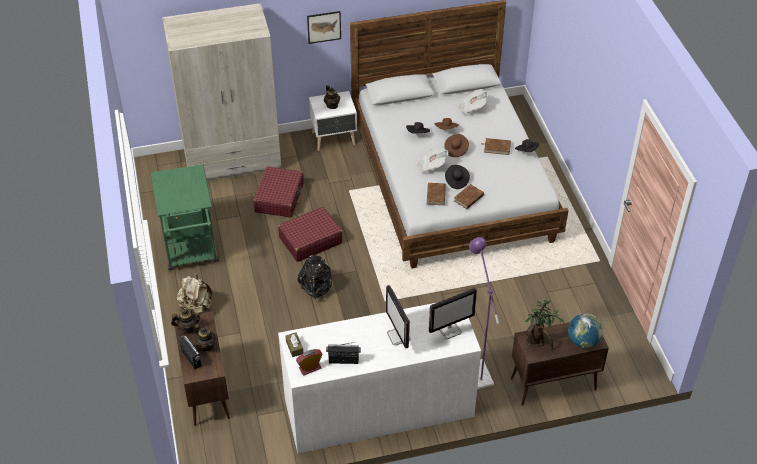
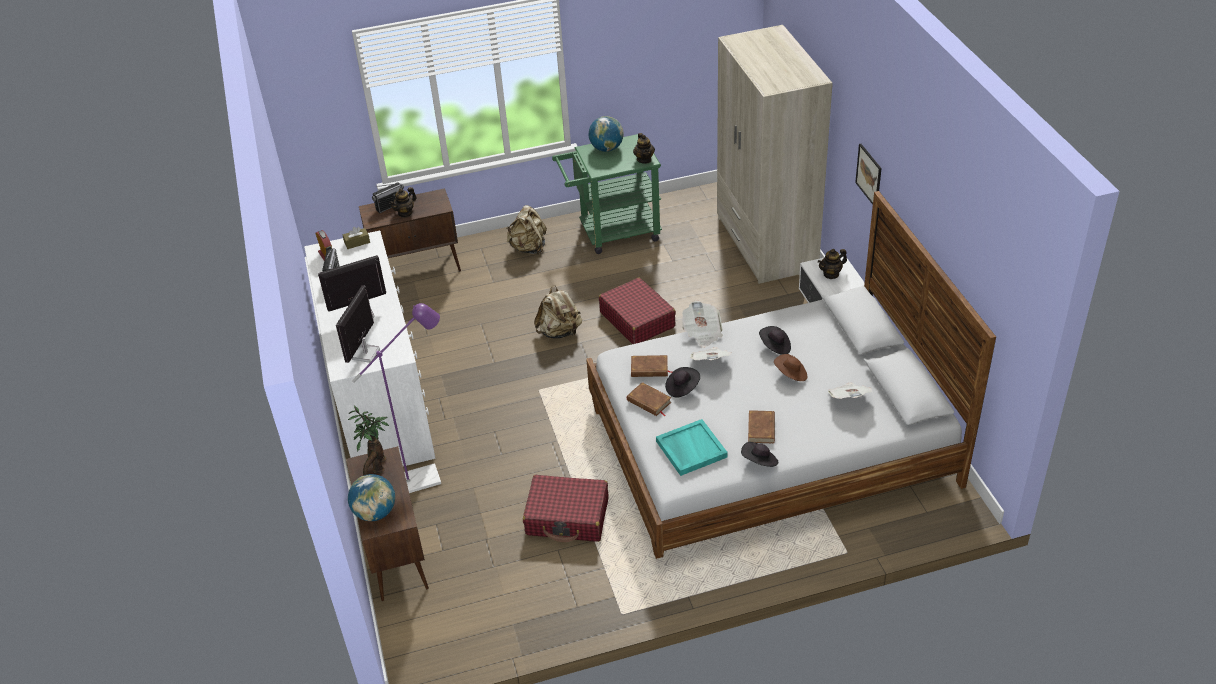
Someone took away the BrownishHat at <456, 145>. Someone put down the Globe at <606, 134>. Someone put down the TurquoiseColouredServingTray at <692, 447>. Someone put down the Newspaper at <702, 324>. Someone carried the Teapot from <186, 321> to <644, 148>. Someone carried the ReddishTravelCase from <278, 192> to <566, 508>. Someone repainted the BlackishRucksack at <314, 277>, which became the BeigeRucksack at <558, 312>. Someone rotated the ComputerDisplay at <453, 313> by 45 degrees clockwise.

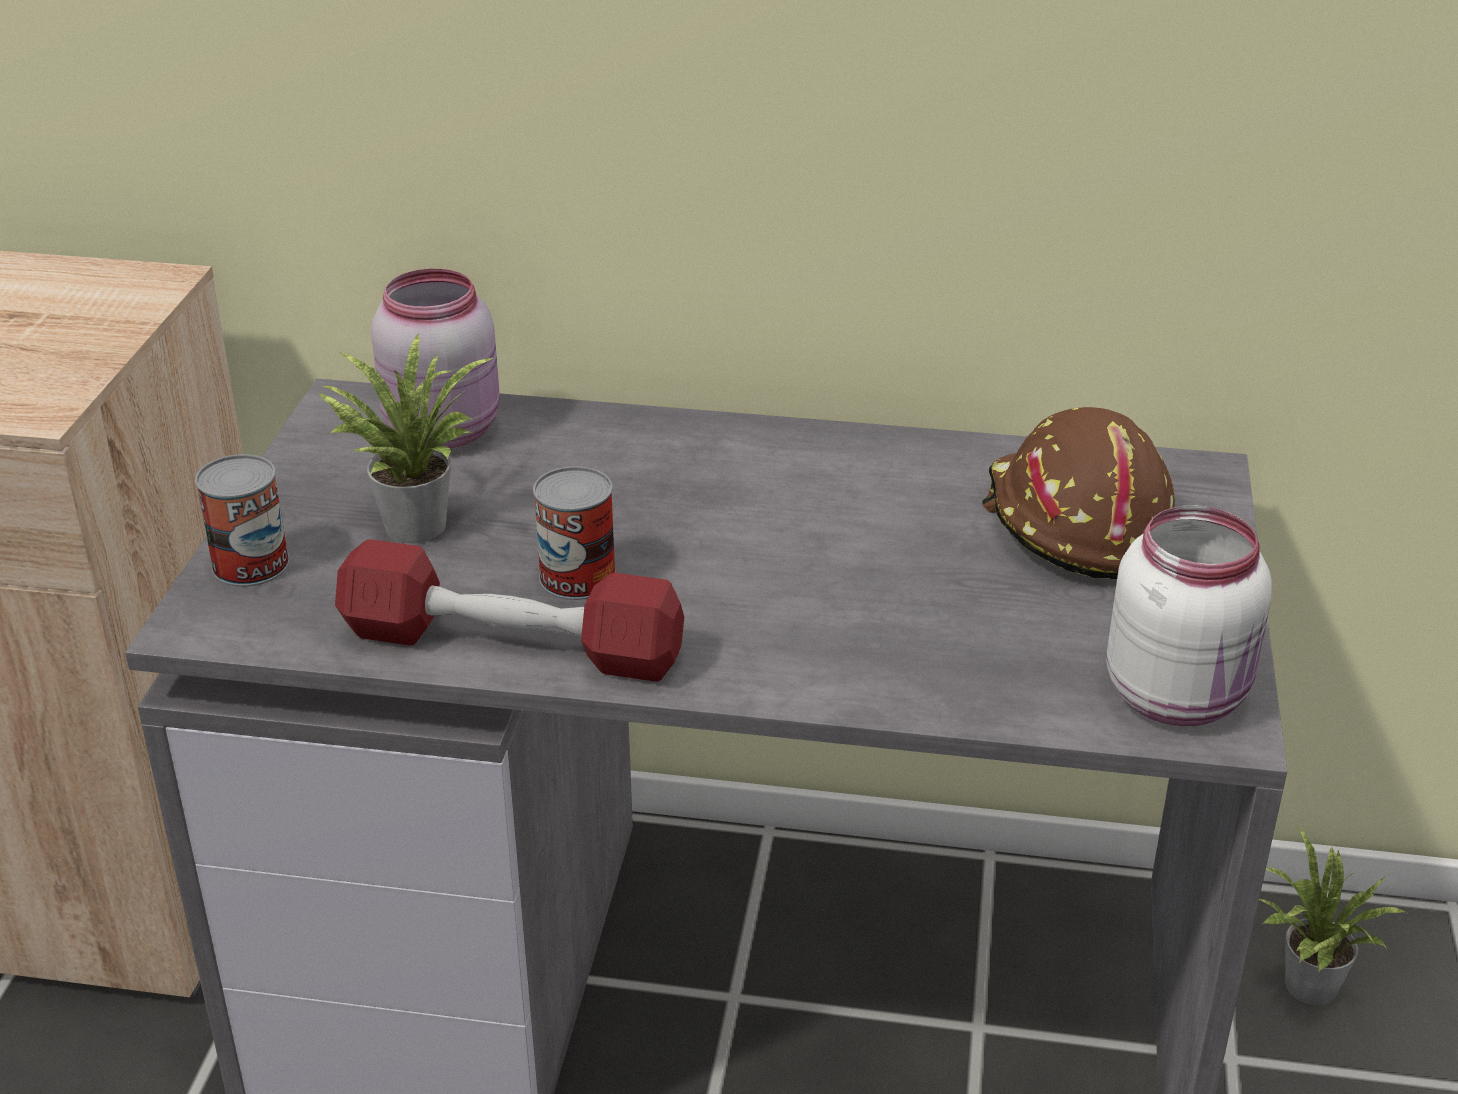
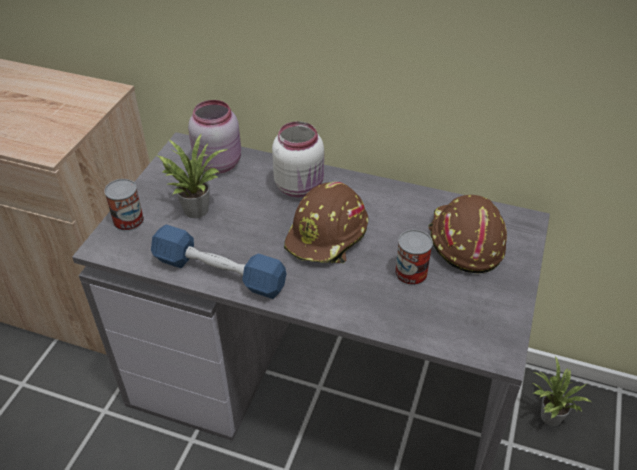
Someone put down the BrownishSafetyHelmet at <326, 222>. Someone carried the Can from <574, 533> to <414, 257>. Someone carried the WhitePreserveJar from <1189, 616> to <298, 159>. Someone repainted the ReddishFreeWeight at <509, 610>, which became the BlueColouredFreeWeight at <218, 262>.

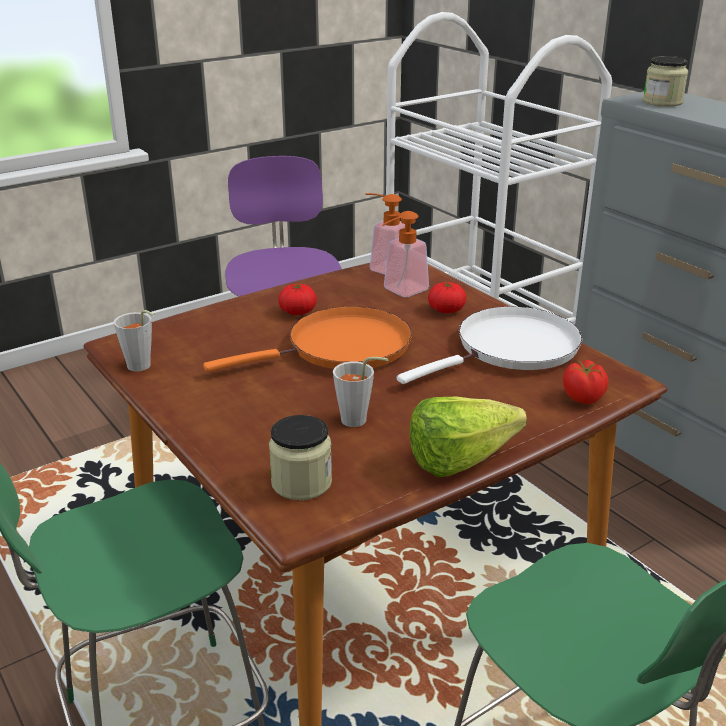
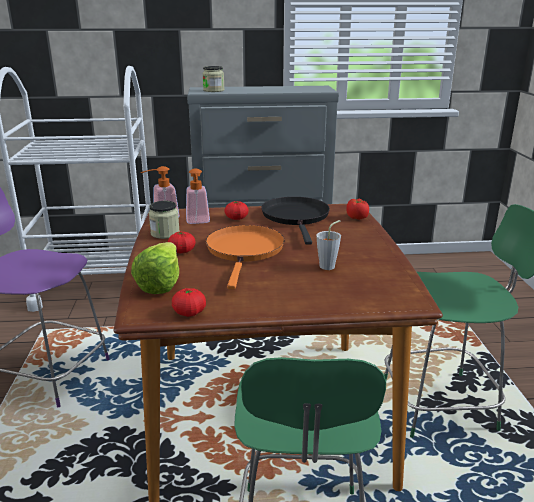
Someone carried the PreserveJar from <300, 457> to <164, 220>. Someone carried the LettuceHead from <468, 436> to <155, 268>. Someone swapped the GreyishDrinkingCup at <134, 341> for the WholeTomato at <189, 302>. Someone repainted the WhitePan at <489, 345>, which became the BlackishPan at <295, 221>.

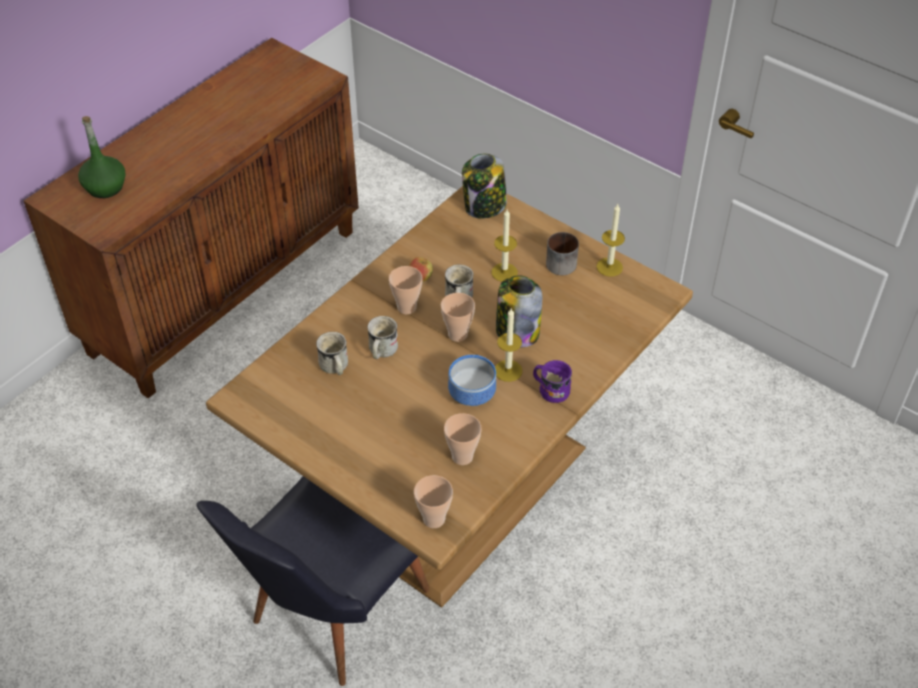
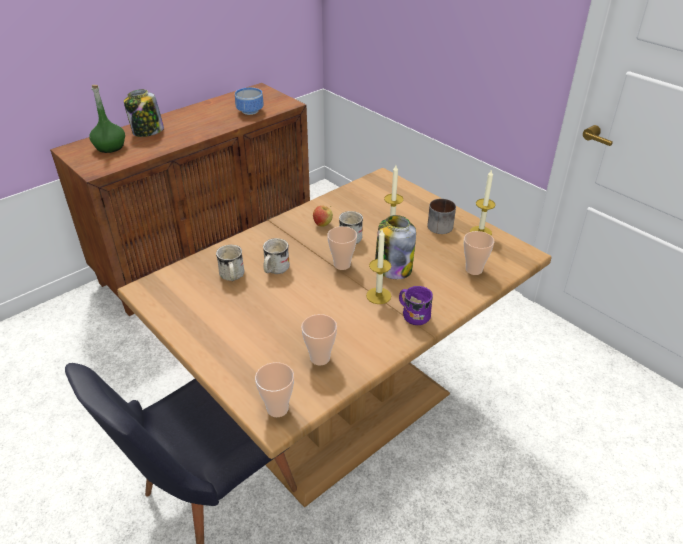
Someone carried the DrinkingCup from <406, 290> to <479, 253>. Someone carried the DeepDish from <472, 380> to <249, 101>. Someone carried the PreserveJar from <484, 186> to <144, 113>.

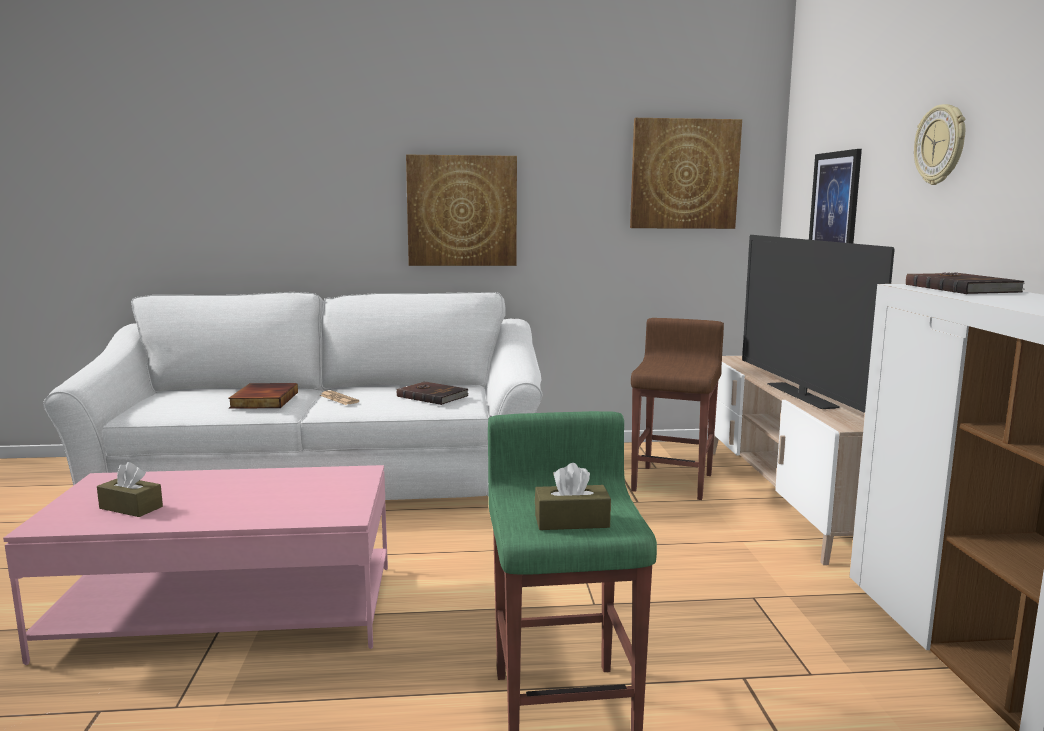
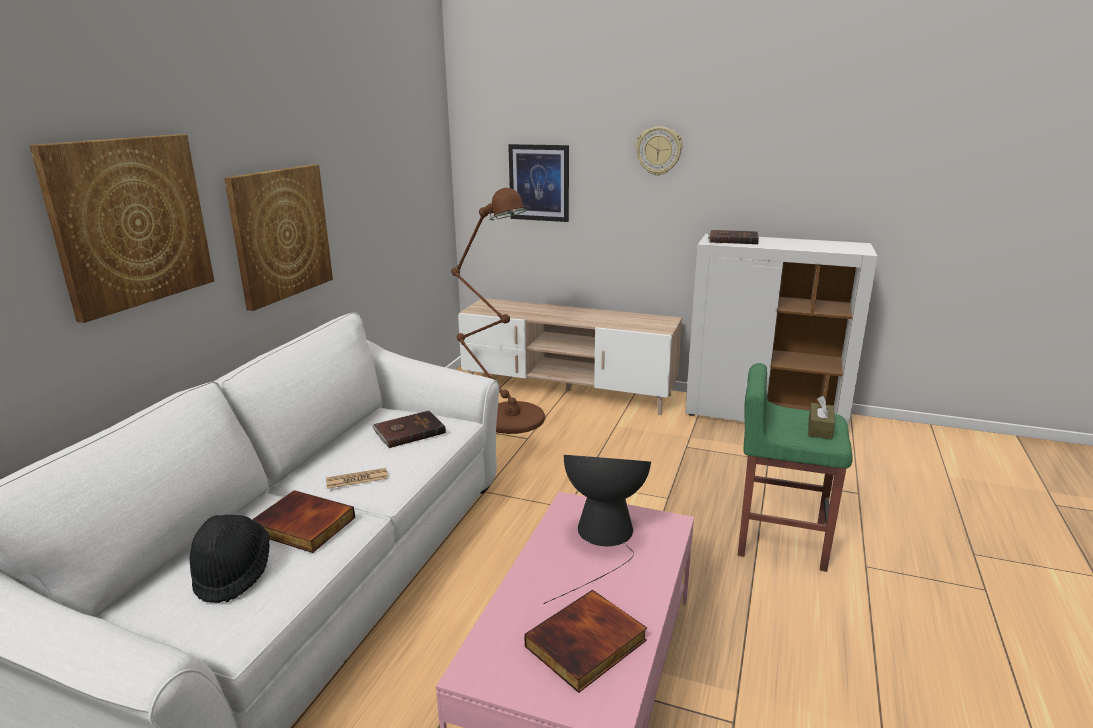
Someone took away the Television at <818, 324>. Someone put down the BlackishHat at <229, 559>. Someone put down the LampForATable at <597, 529>. Someone carried the WallArt from <686, 173> to <121, 228>. Someone swapped the BrownishBoxOfTissues at <130, 489> for the BoundBook at <585, 641>. Someone swapped the BrownishStool at <677, 409> for the BrownishFloorLamp at <498, 311>.

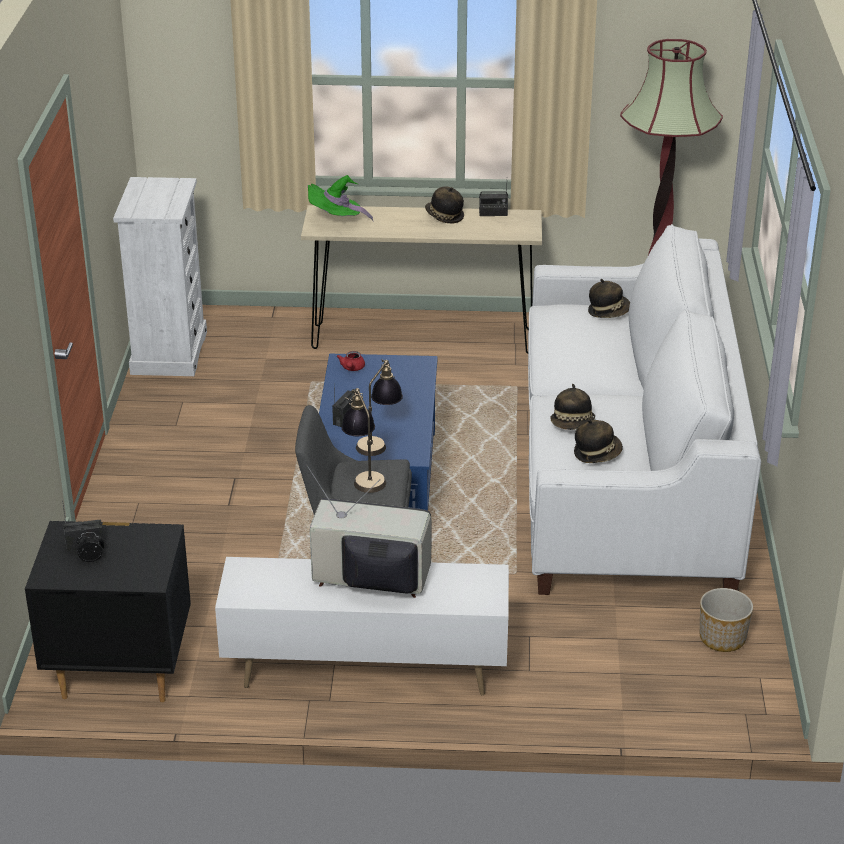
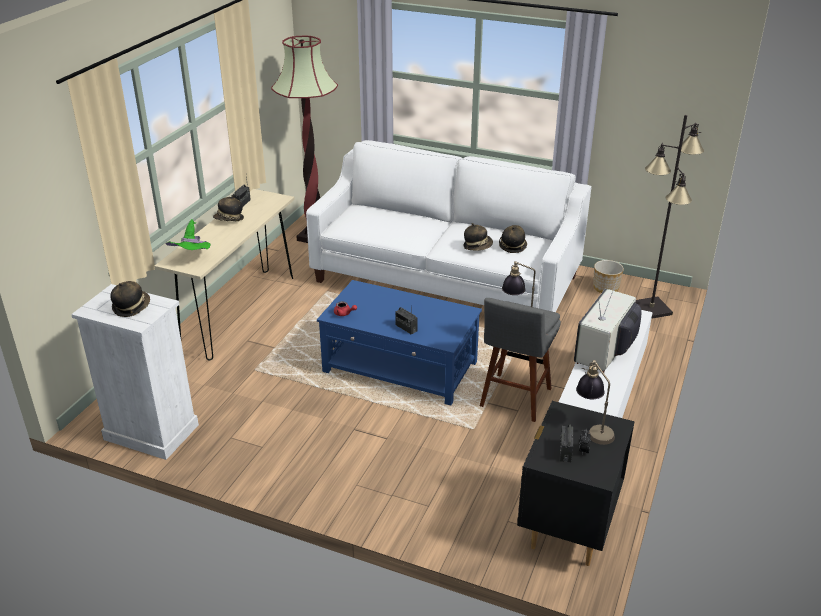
Someone put down the BlackishFloorLamp at <670, 217>. Someone carried the LampForATable from <379, 407> to <595, 402>. Someone carried the Hat from <609, 298> to <130, 299>.

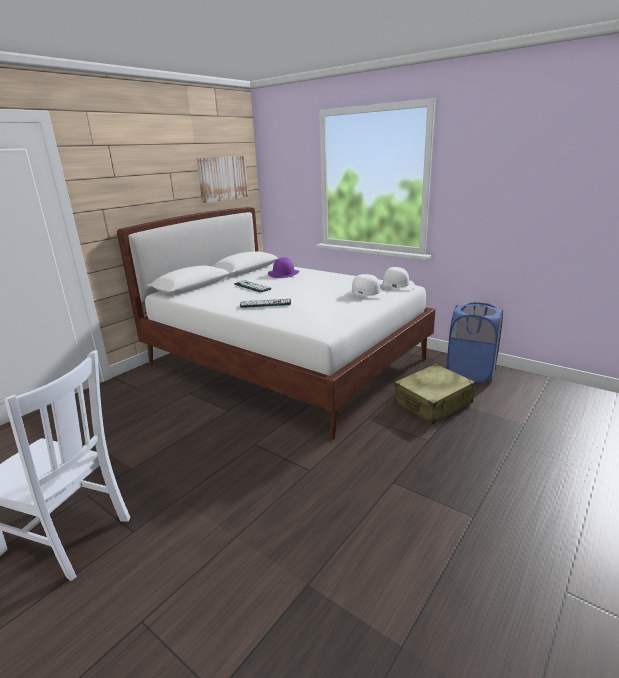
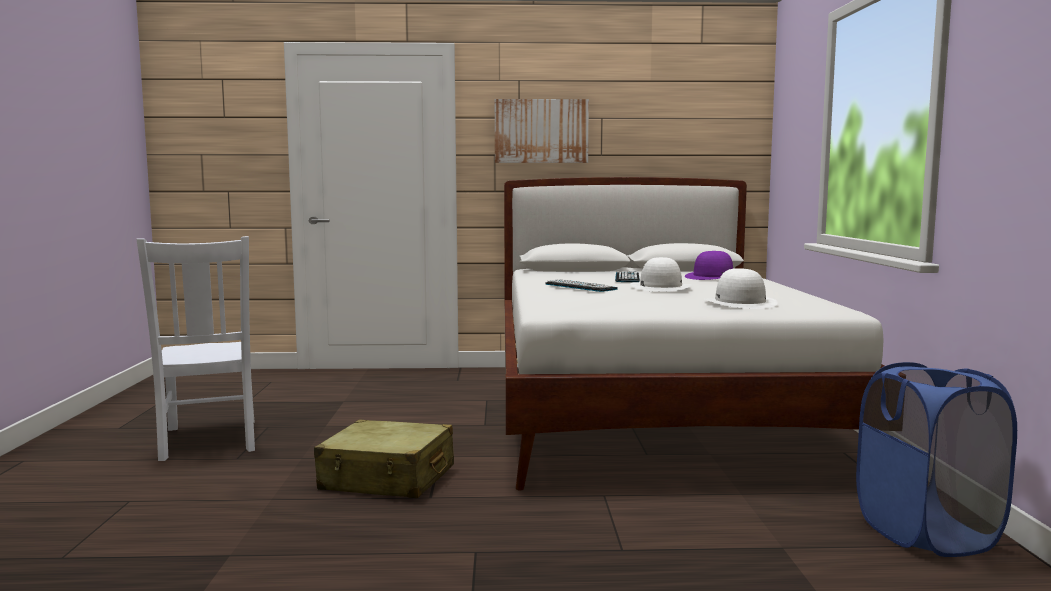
Someone carried the WallArt from <222, 179> to <542, 131>. Someone carried the WhiteHat from <397, 278> to <661, 274>. Someone carried the BeigeTravelCase from <434, 394> to <384, 458>.

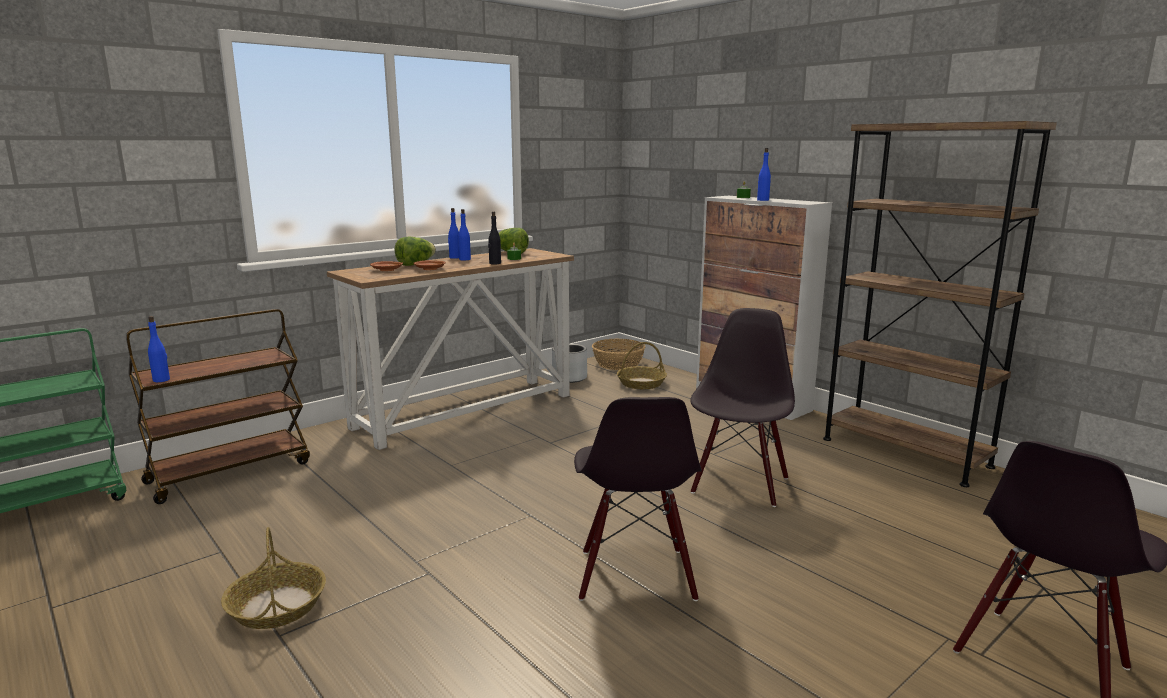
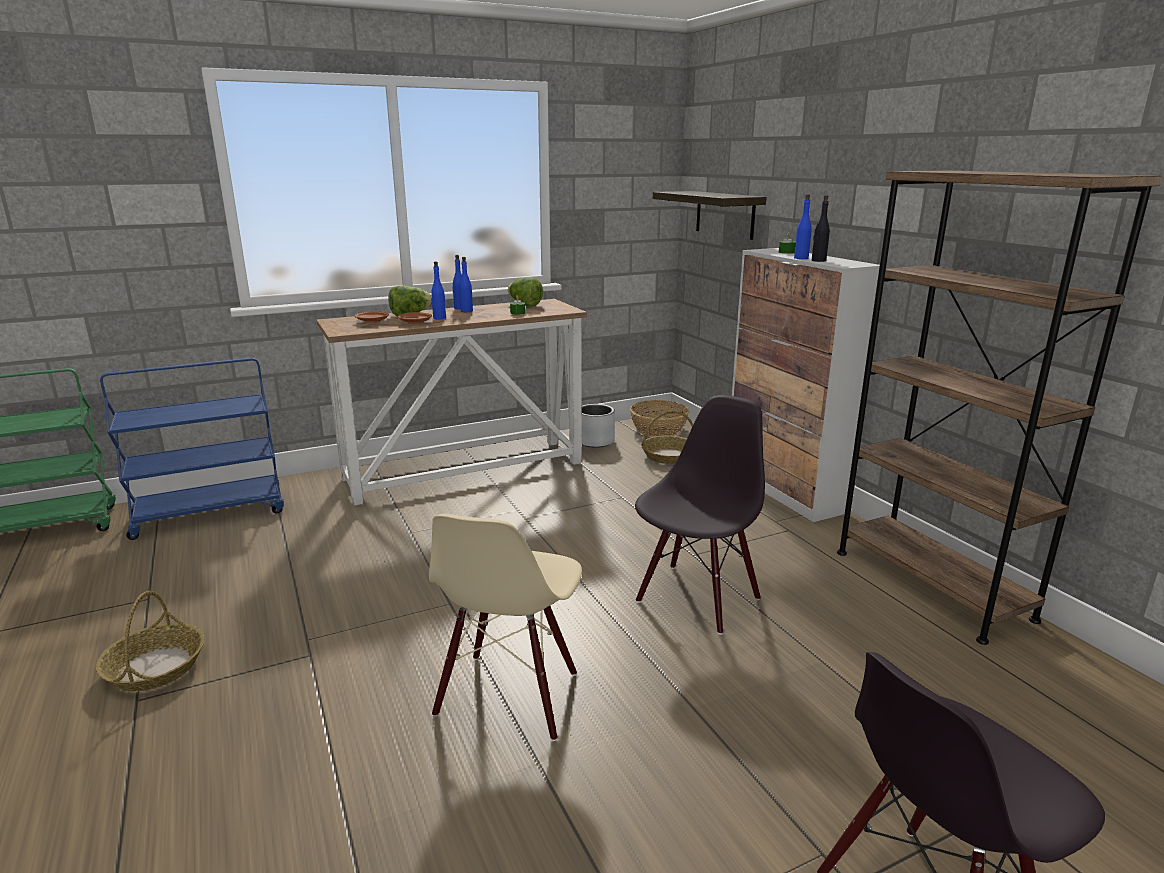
Someone put up the Shelf at <710, 215>. Someone carried the BlueColouredBottle from <159, 349> to <438, 290>. Someone carried the BlackishBottle from <494, 237> to <821, 228>. Someone repainted the BrownishWheeledCart at <218, 406>, which became the BlueColouredWheeledCart at <192, 449>. Someone repainted the BlackishUprightChair at <638, 499>, which became the BeigeUprightChair at <505, 627>.

